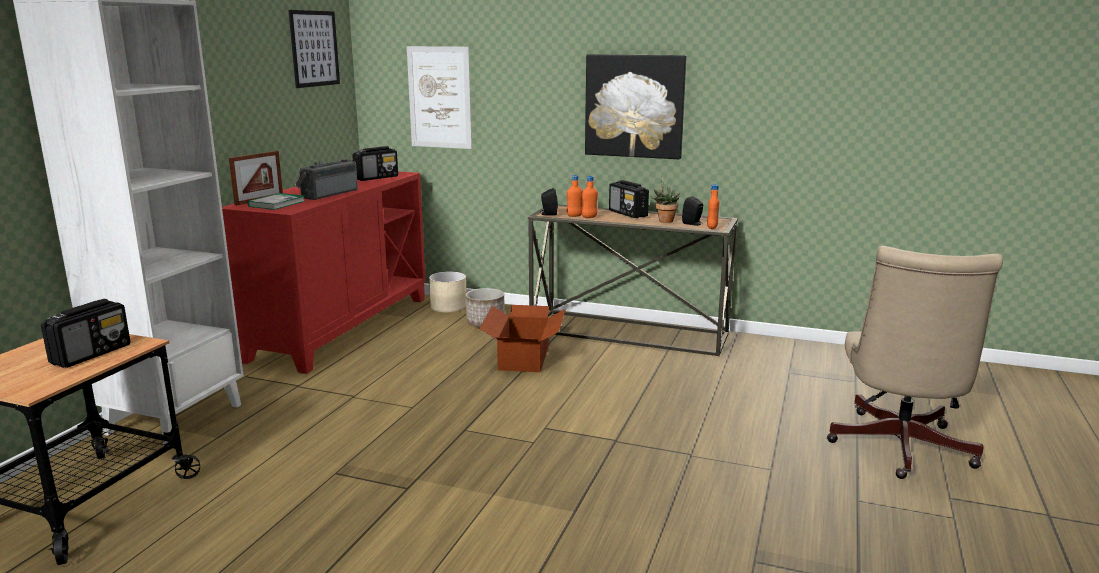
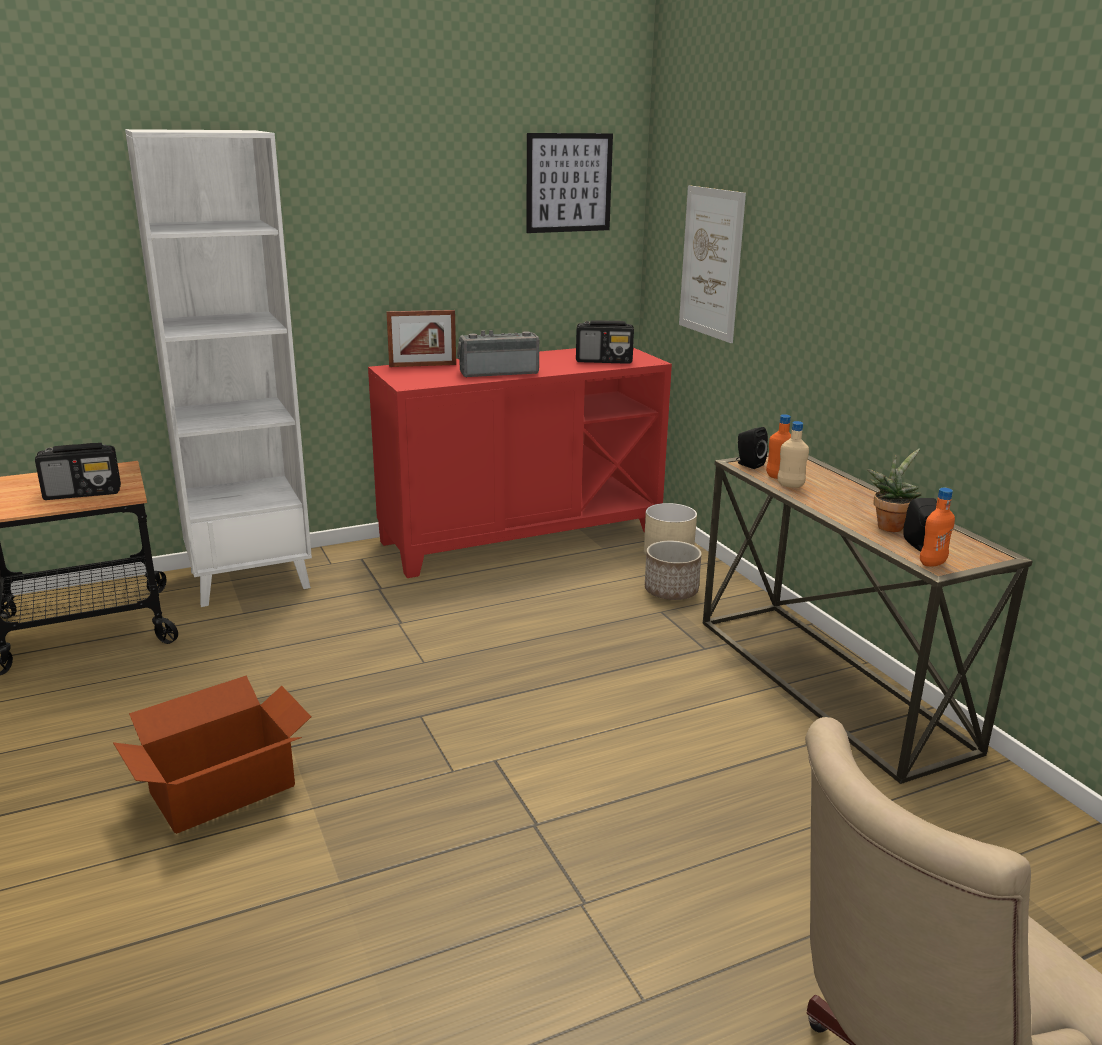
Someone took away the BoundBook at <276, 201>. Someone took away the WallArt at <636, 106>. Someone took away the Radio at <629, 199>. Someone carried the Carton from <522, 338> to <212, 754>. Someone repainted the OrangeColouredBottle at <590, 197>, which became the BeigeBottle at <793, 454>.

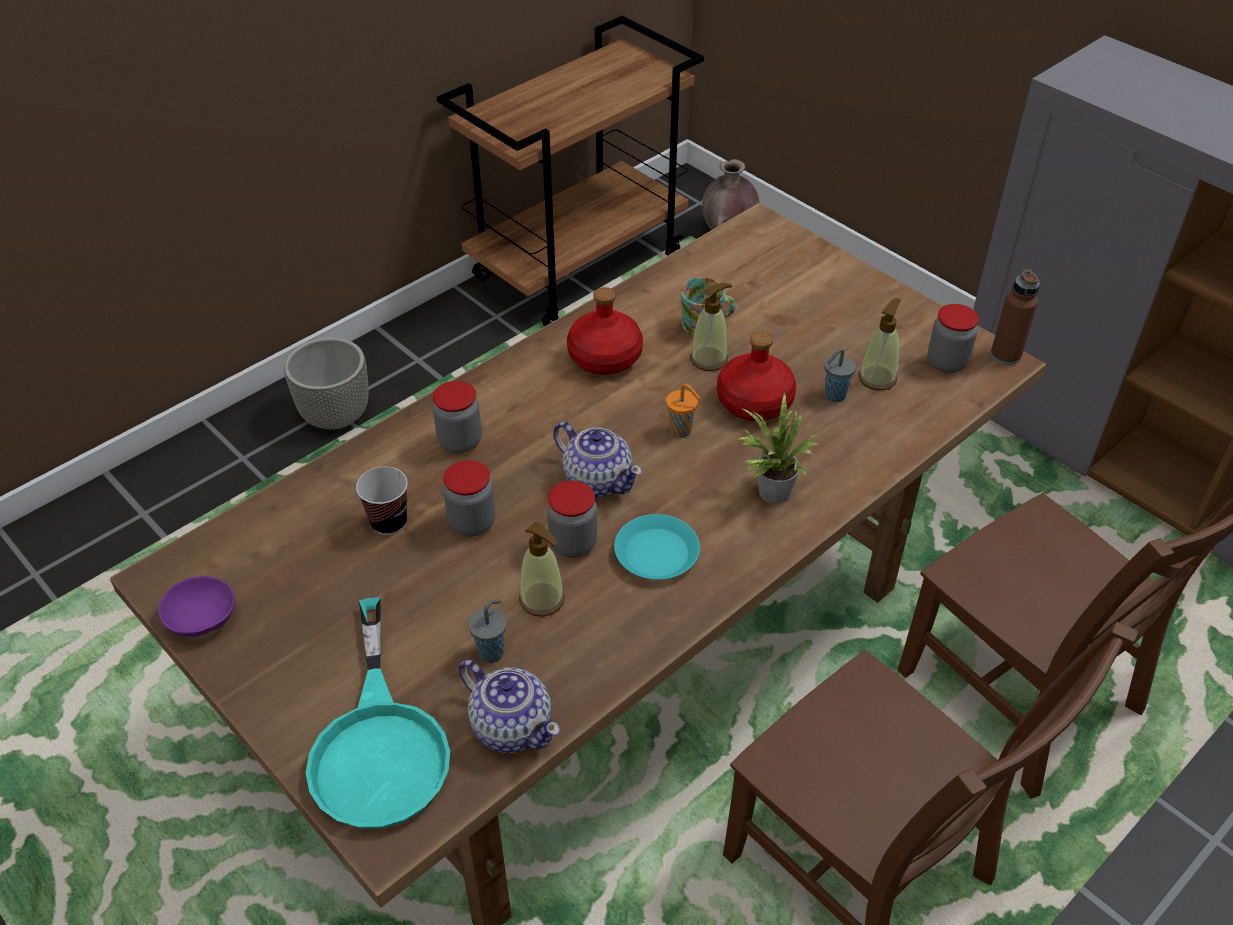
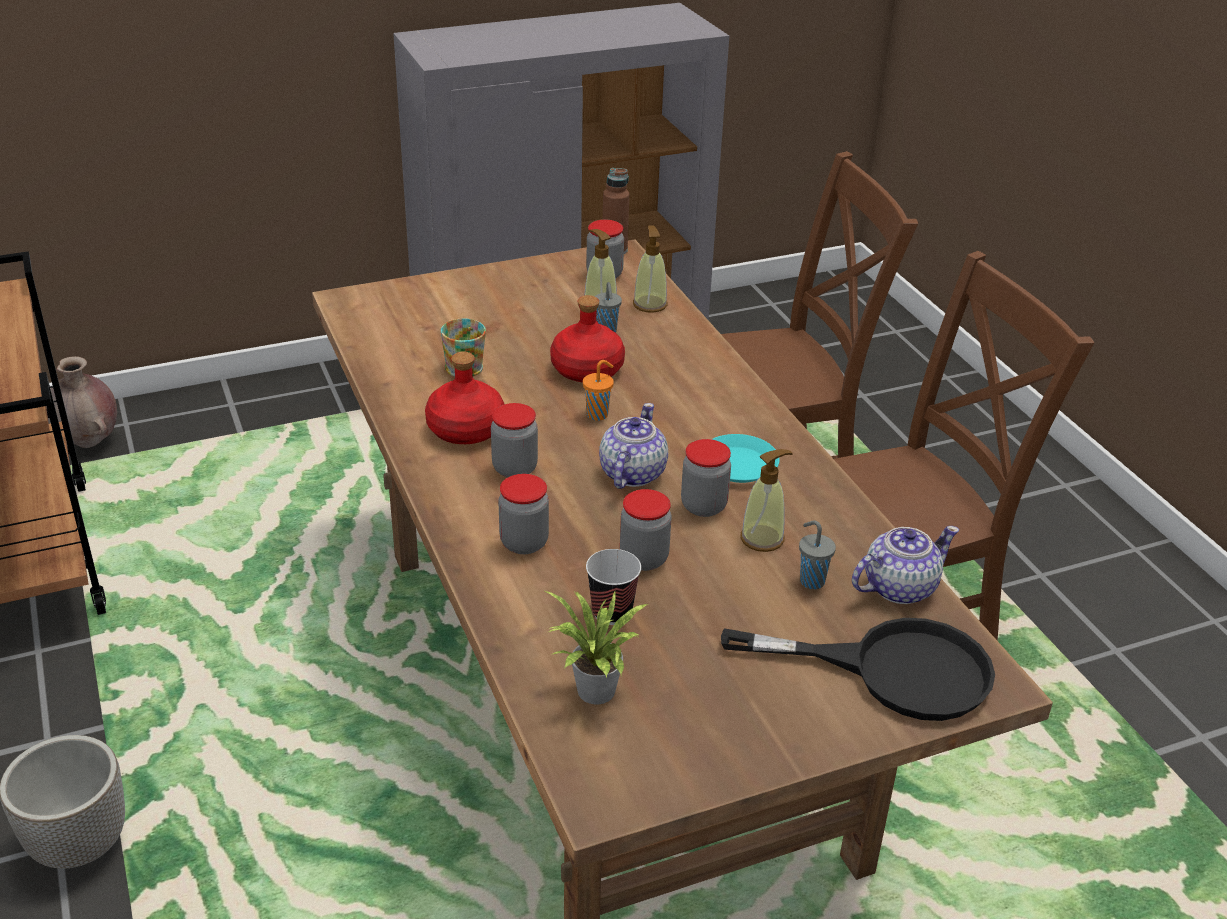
Someone took away the PurplishDeepDish at <196, 606>. Someone put down the PreserveJar at <514, 440>. Someone carried the SoapDispenser from <711, 327> to <650, 269>. Someone carried the PlantInAPot from <777, 448> to <597, 647>. Someone repainted the TurquoiseColouredPan at <378, 713>, which became the BlackishPan at <858, 669>. Someone rotated the Teapot at <598, 459> by 45 degrees counterclockwise.

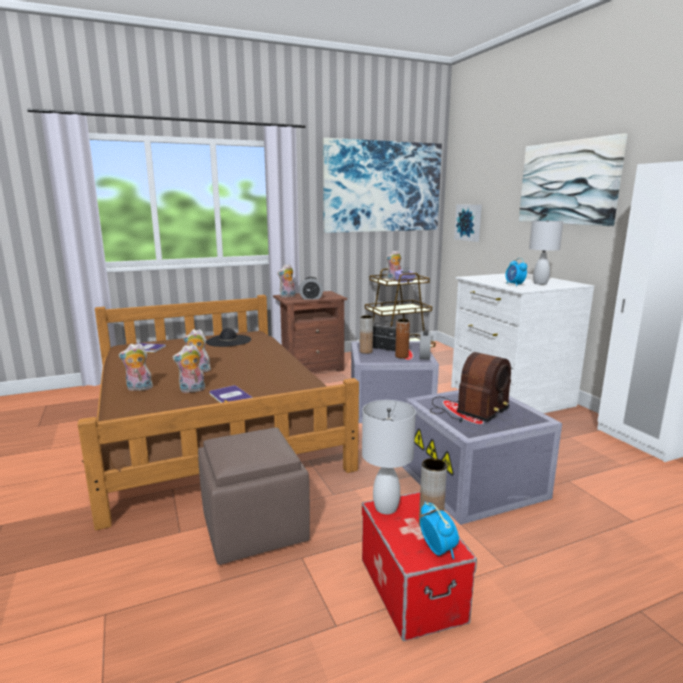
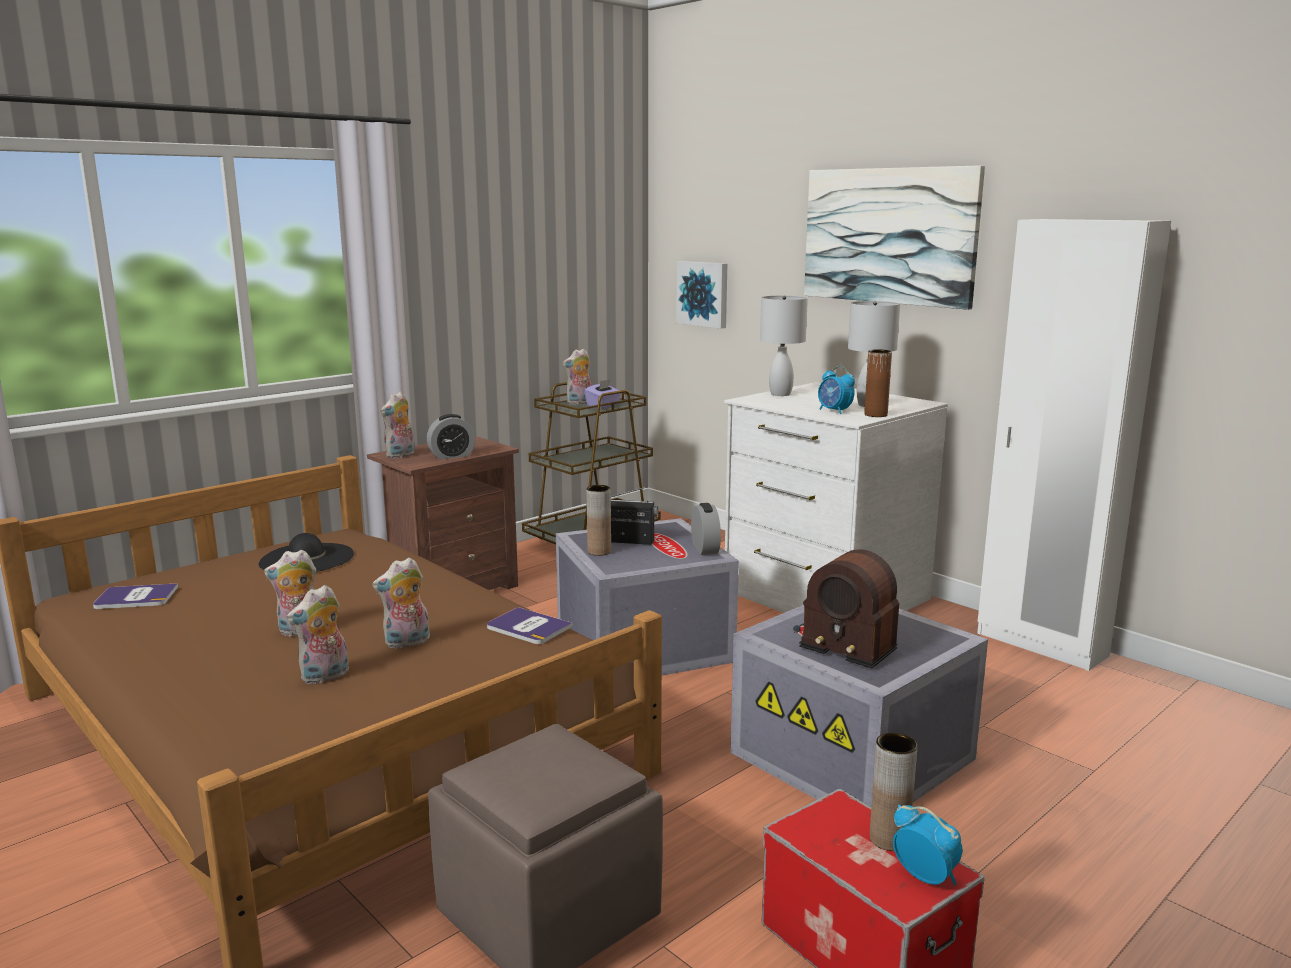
Someone took away the WallArt at <382, 185>. Someone carried the PlushToy from <135, 367> to <401, 602>. Someone carried the BoundBook from <231, 394> to <529, 625>. Someone carried the WhiteLampForATable from <389, 457> to <784, 345>. Someone carried the BrownishVase from <402, 339> to <878, 383>. Someone rotated the Radio at <470, 387> by 105 degrees clockwise.

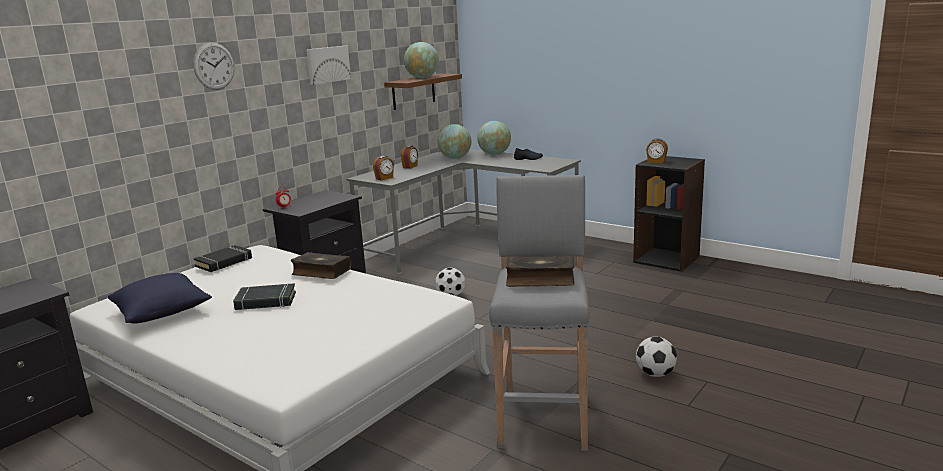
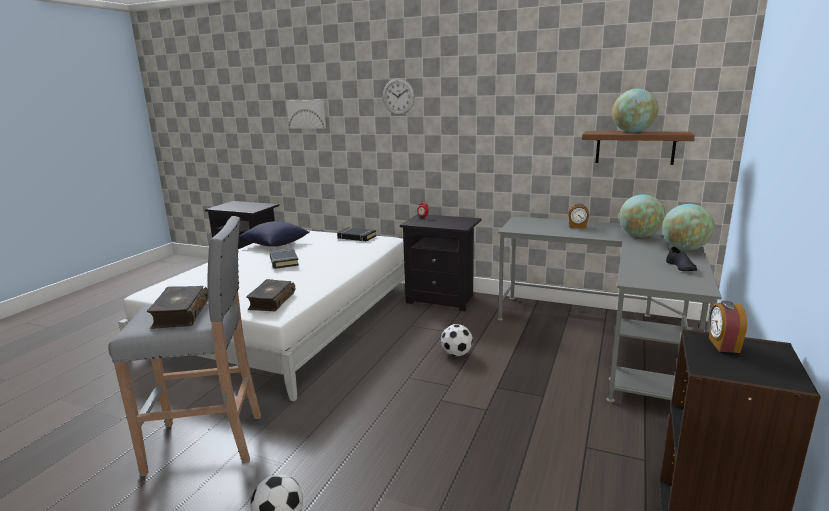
Someone took away the TableClock at <383, 168>. Someone carried the BoundBook from <321, 265> to <270, 295>. Someone carried the WallArt from <328, 65> to <306, 114>.

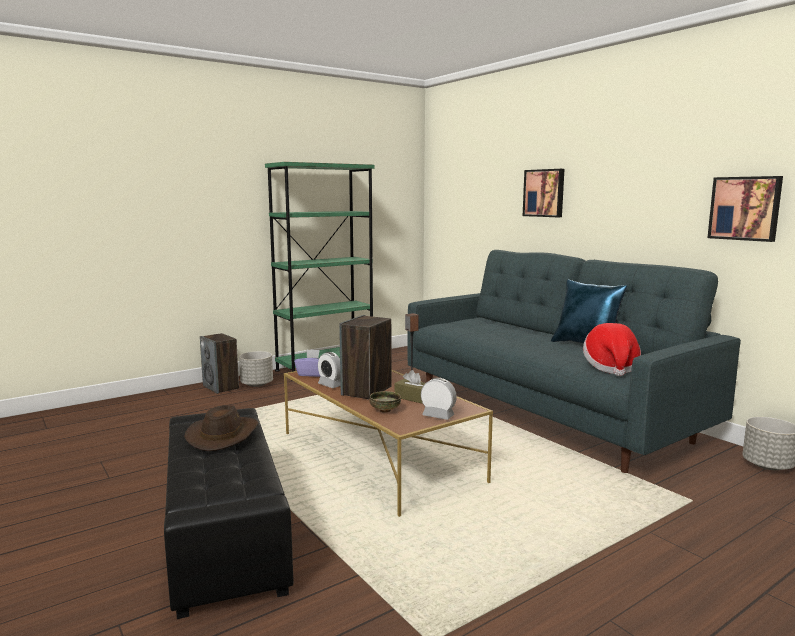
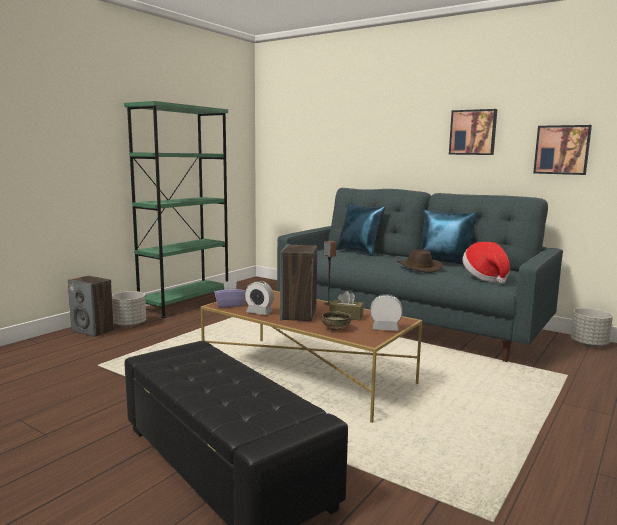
Someone put down the BlueColouredThrowPillow at <360, 229>. Someone carried the BrownishHat from <221, 428> to <420, 261>. Someone carried the WallArt from <544, 193> to <473, 132>.

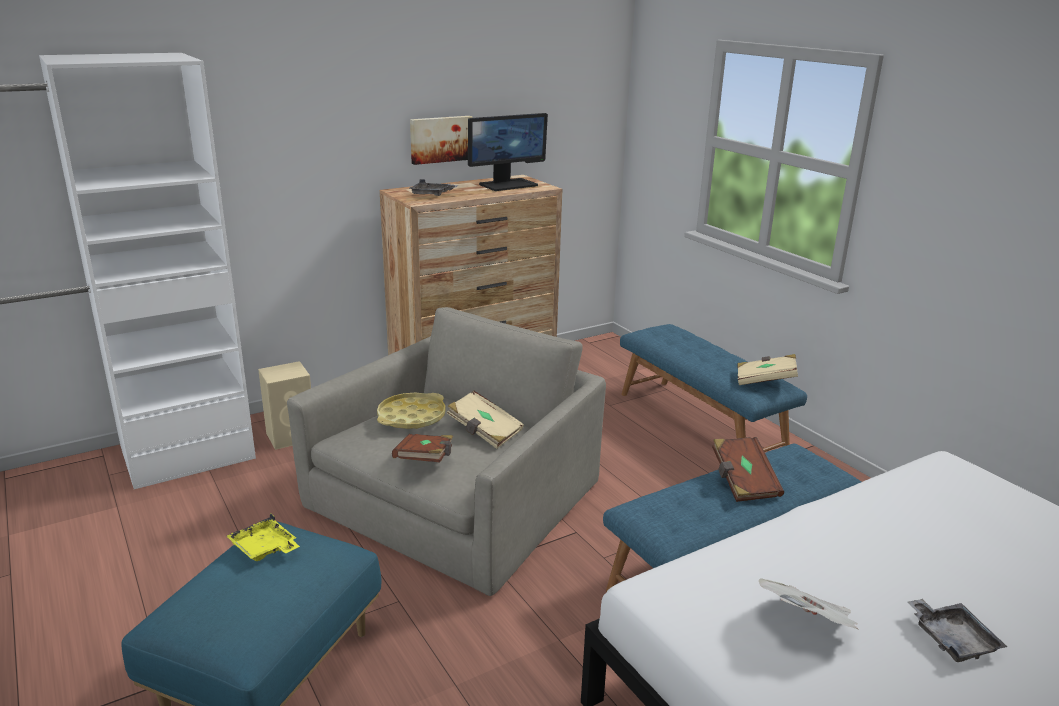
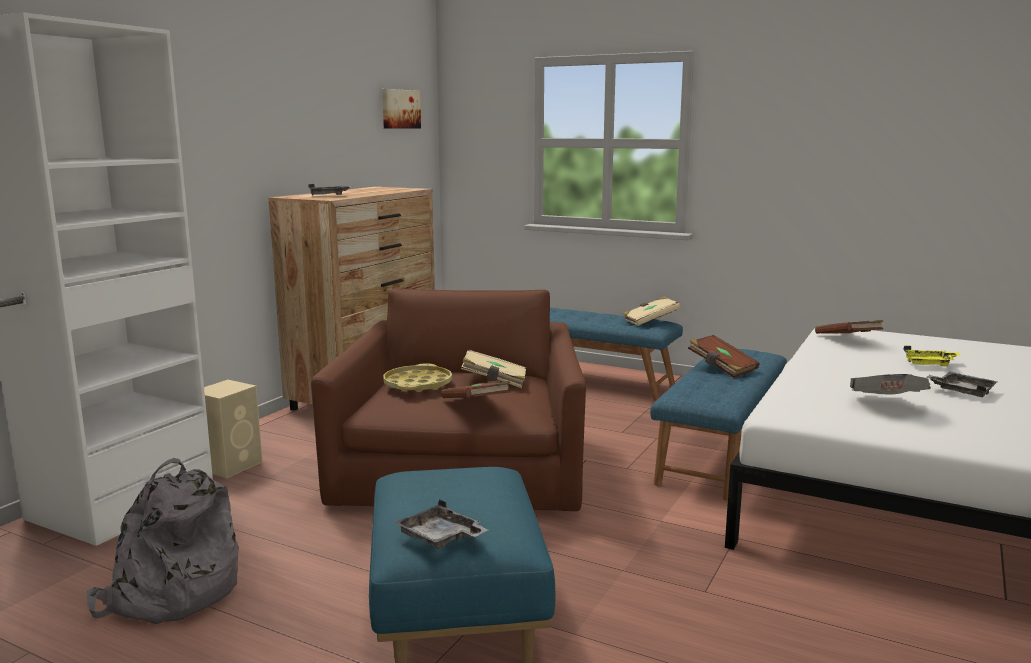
Someone took away the ComputerDisplay at <508, 152>. Someone put down the GreyishRucksack at <163, 541>. Someone put down the GreyishServingTray at <441, 524>. Someone put down the BrownishBoundBook at <849, 327>. Someone carried the YellowColouredServingTray from <263, 537> to <932, 356>. Someone carried the WallArt from <441, 140> to <401, 109>. Someone repainted the GreyishLoungeChair at <446, 451>, which became the BrownishLoungeChair at <448, 400>.

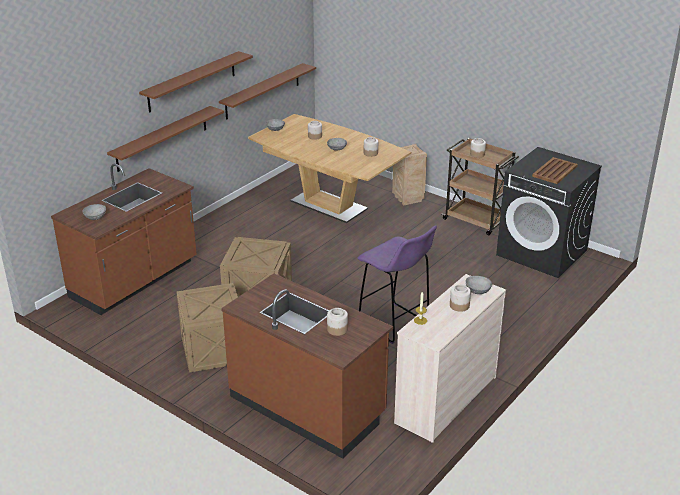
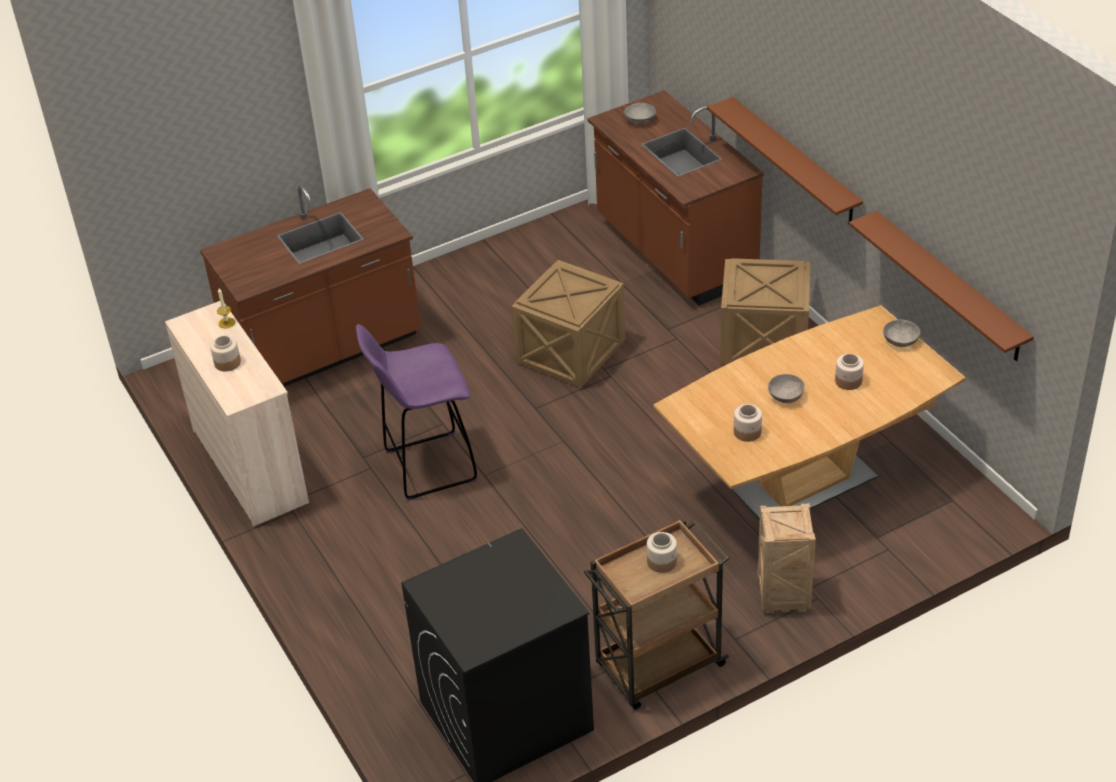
Someone took away the BrownishShelf at <196, 81>. Someone took away the PreserveJar at <337, 322>. Someone took away the GreyishDeepDish at <478, 285>. Someone took away the BrownishServingTray at <555, 170>. Someone carried the Crate from <207, 327> to <765, 311>.

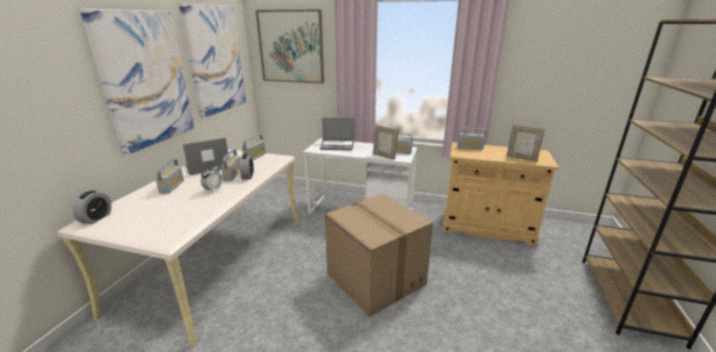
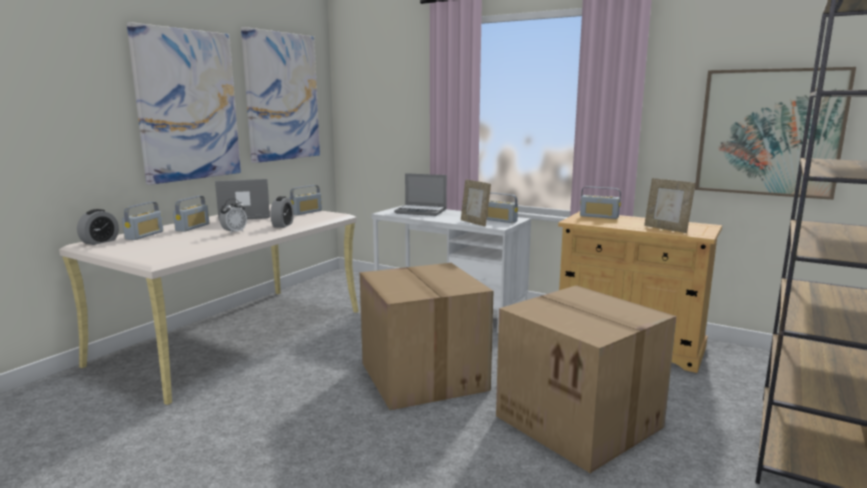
Someone put down the Carton at <586, 379>. Someone carried the Radio from <230, 165> to <142, 221>. Someone carried the WallArt from <290, 47> to <775, 133>.

